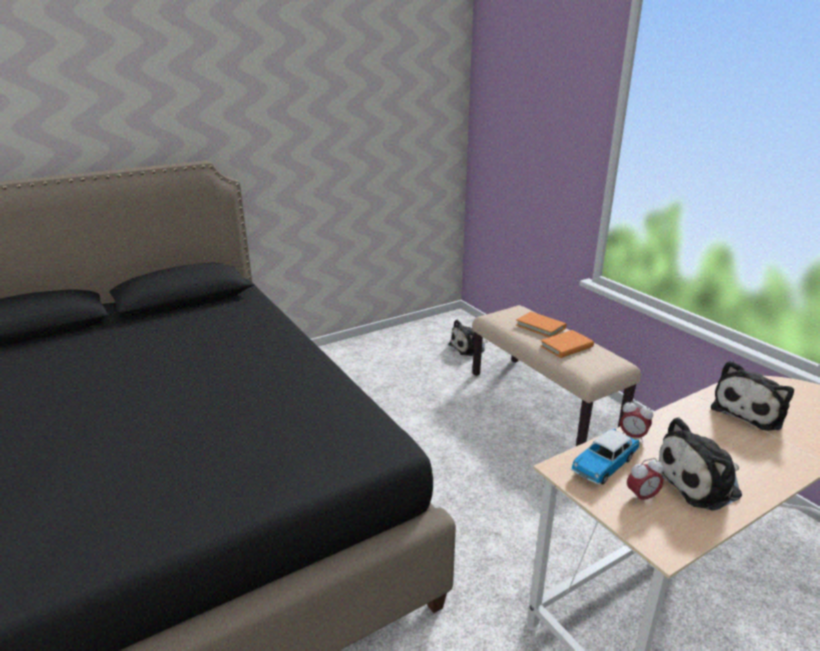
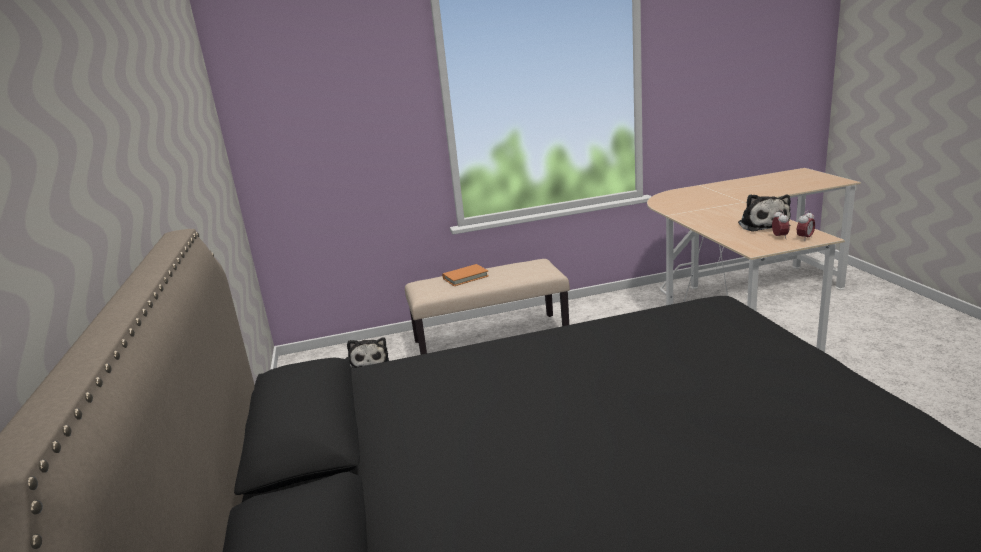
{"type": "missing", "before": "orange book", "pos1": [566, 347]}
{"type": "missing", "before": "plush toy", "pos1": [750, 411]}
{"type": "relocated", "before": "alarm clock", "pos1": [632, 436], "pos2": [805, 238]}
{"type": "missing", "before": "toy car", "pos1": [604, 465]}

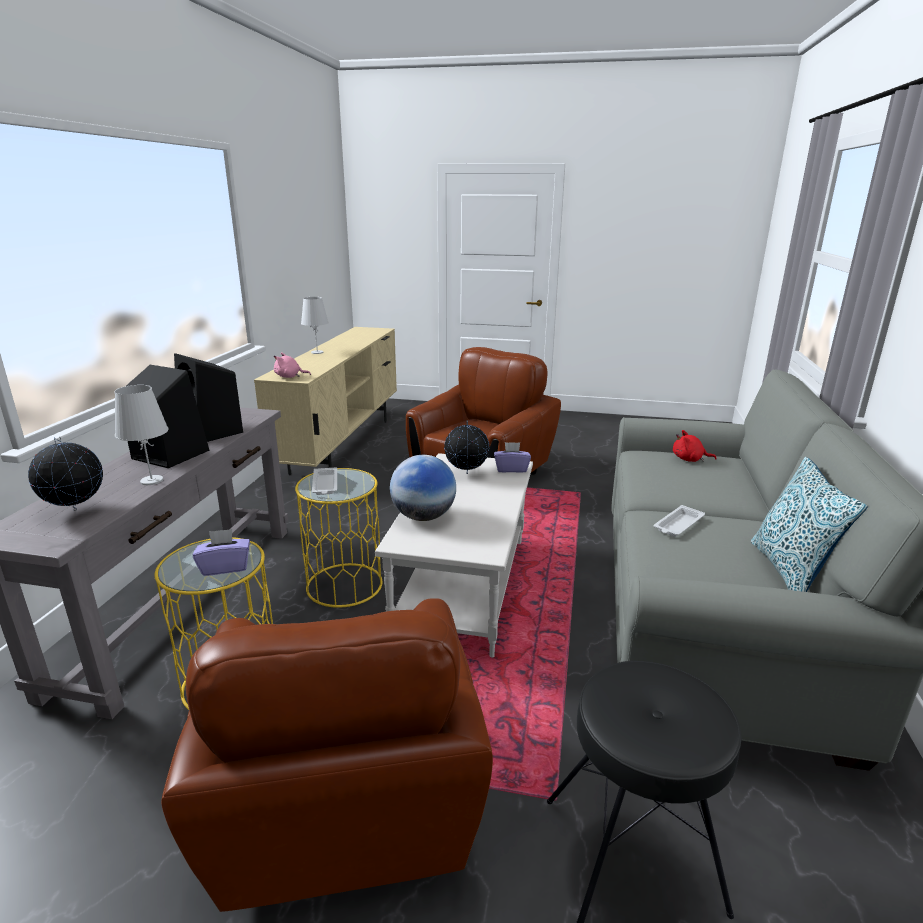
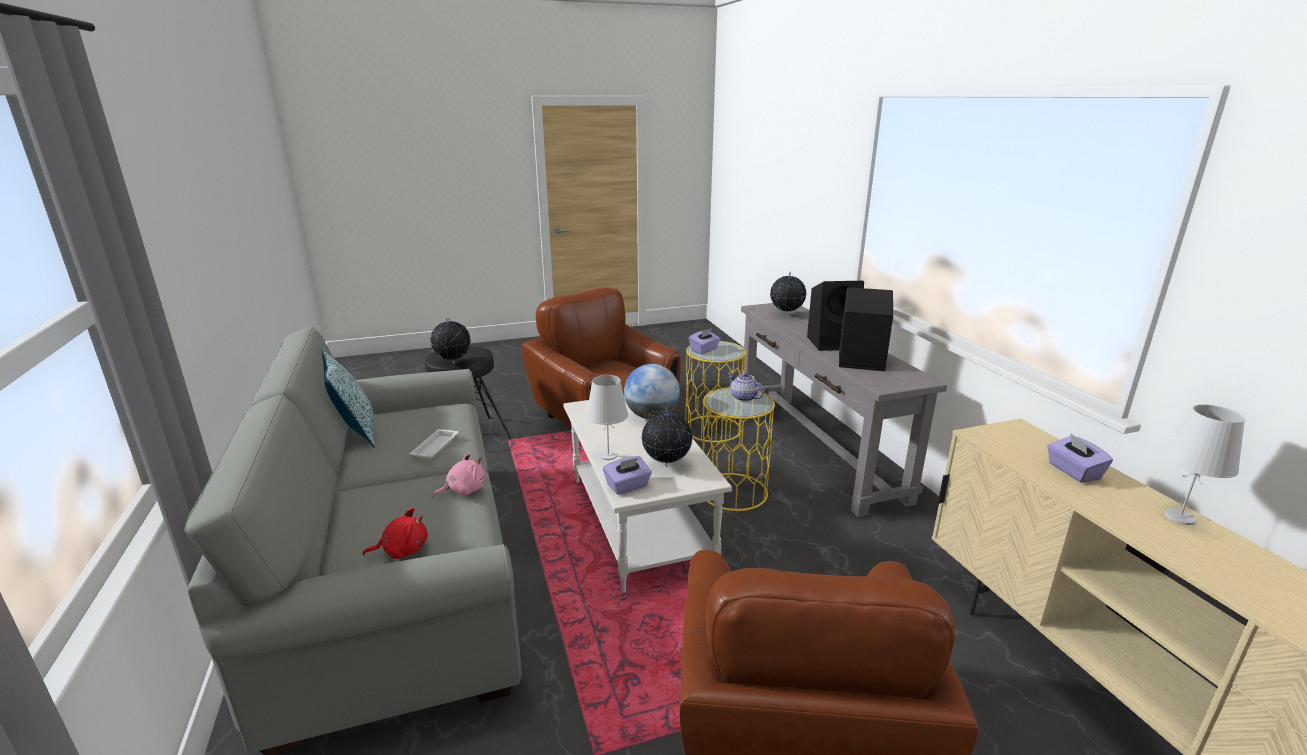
{"type": "relocated", "before": "pink plush toy", "pos1": [289, 377], "pos2": [464, 490]}
{"type": "relocated", "before": "white table lamp", "pos1": [152, 480], "pos2": [608, 455]}
{"type": "exchanged", "before": "white tray", "after": "teapot", "pos1": [325, 485], "pos2": [744, 398]}
{"type": "appeared", "after": "globe", "pos2": [453, 363]}
{"type": "appeared", "after": "purple tissue box", "pos2": [1073, 471]}

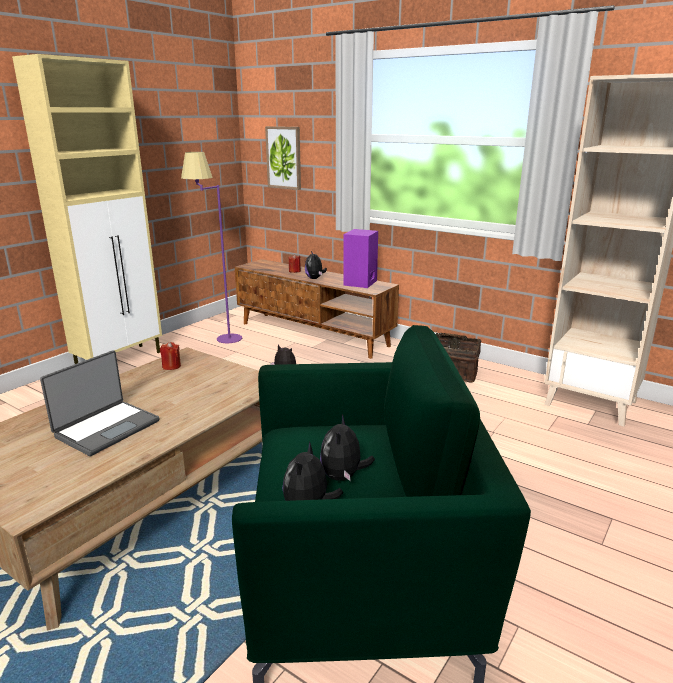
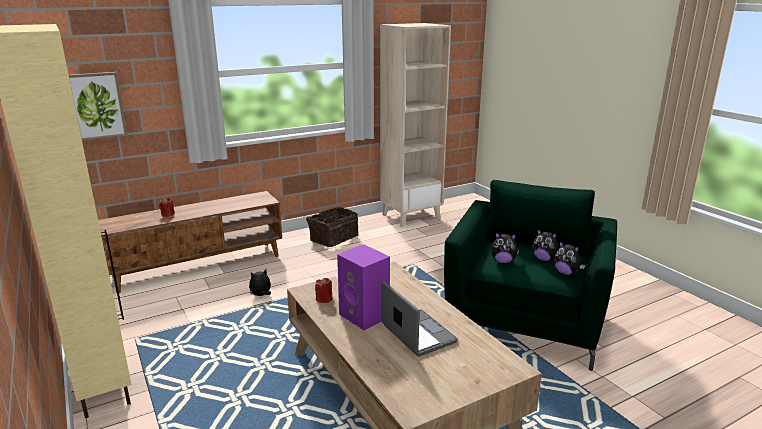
{"type": "missing", "before": "purple floor lamp", "pos1": [218, 337]}
{"type": "relocated", "before": "purple speaker", "pos1": [360, 283], "pos2": [365, 316]}
{"type": "relocated", "before": "plush toy", "pos1": [315, 278], "pos2": [503, 261]}

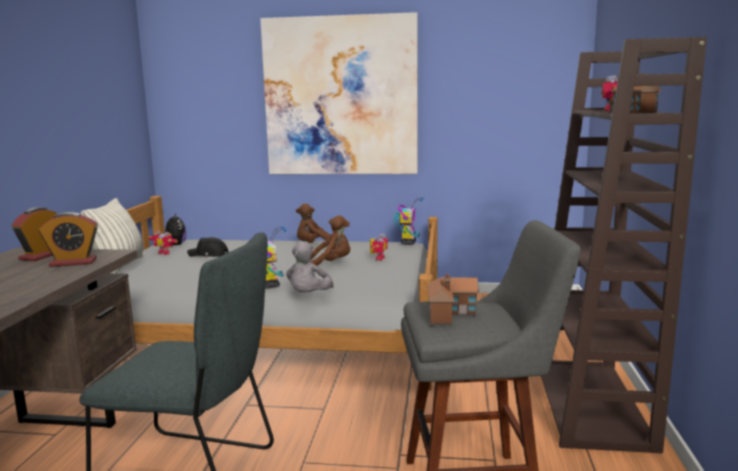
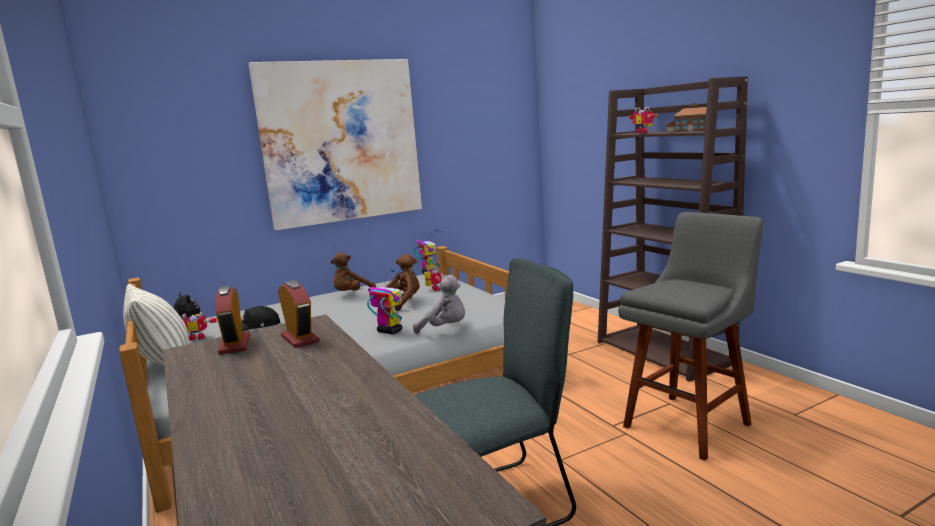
{"type": "spun", "before": "alarm clock", "pos1": [73, 262], "pos2": [300, 338], "turn": -75}
{"type": "spun", "before": "grey plush toy", "pos1": [309, 296], "pos2": [445, 328], "turn": -45}
{"type": "missing", "before": "toy house", "pos1": [451, 313]}

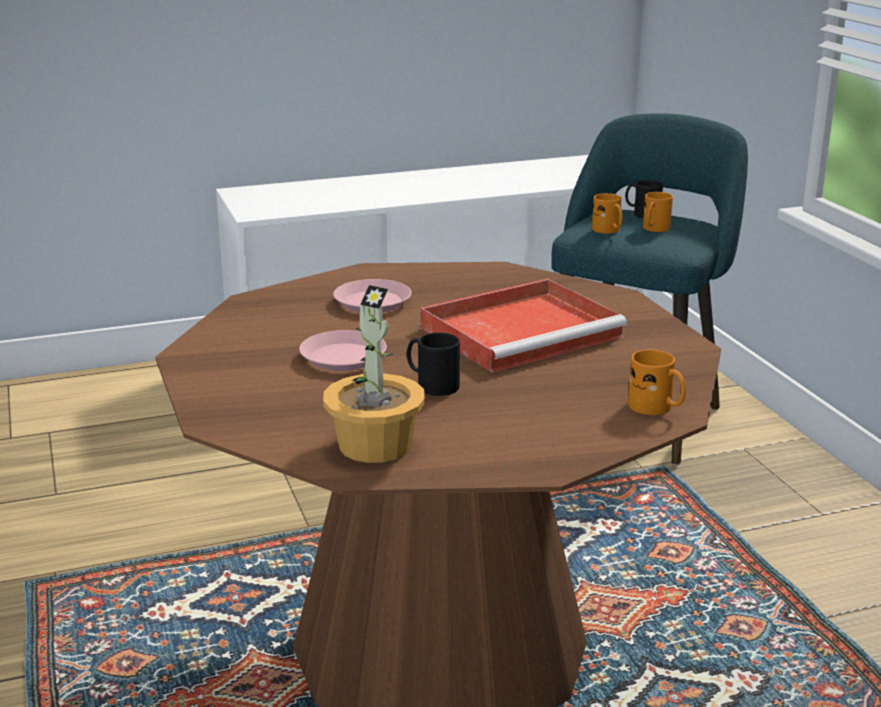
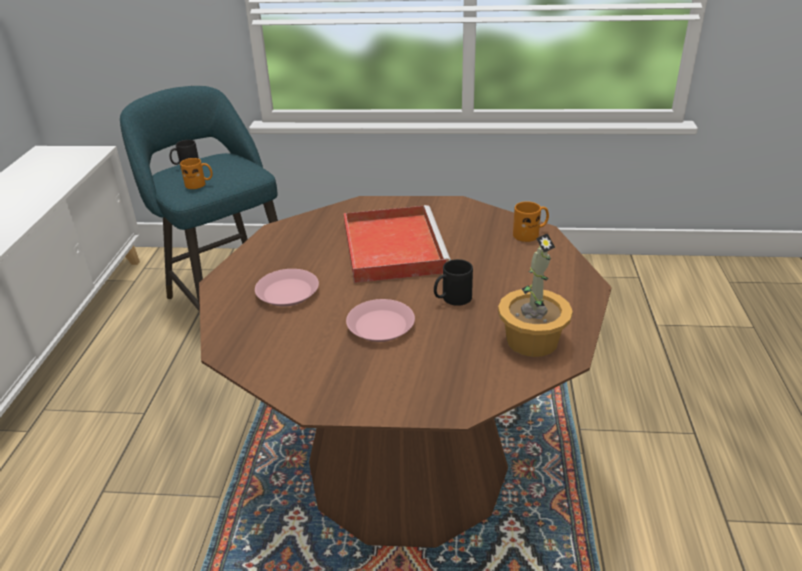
{"type": "missing", "before": "orange mug", "pos1": [654, 229]}

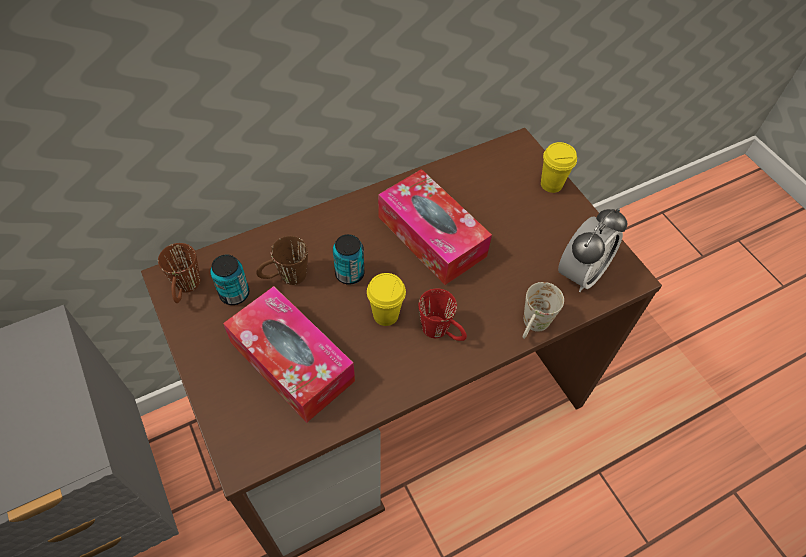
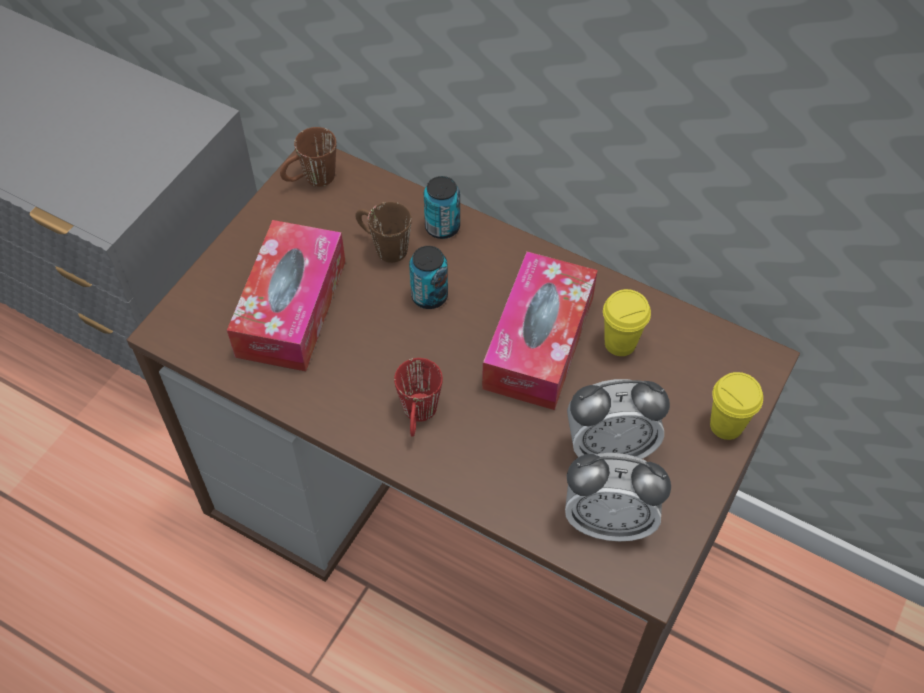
{"type": "relocated", "before": "can", "pos1": [234, 294], "pos2": [442, 227]}
{"type": "relocated", "before": "yellow cup", "pos1": [386, 315], "pos2": [620, 343]}
{"type": "missing", "before": "white mug", "pos1": [532, 327]}
{"type": "appeared", "after": "alarm clock", "pos2": [609, 448]}

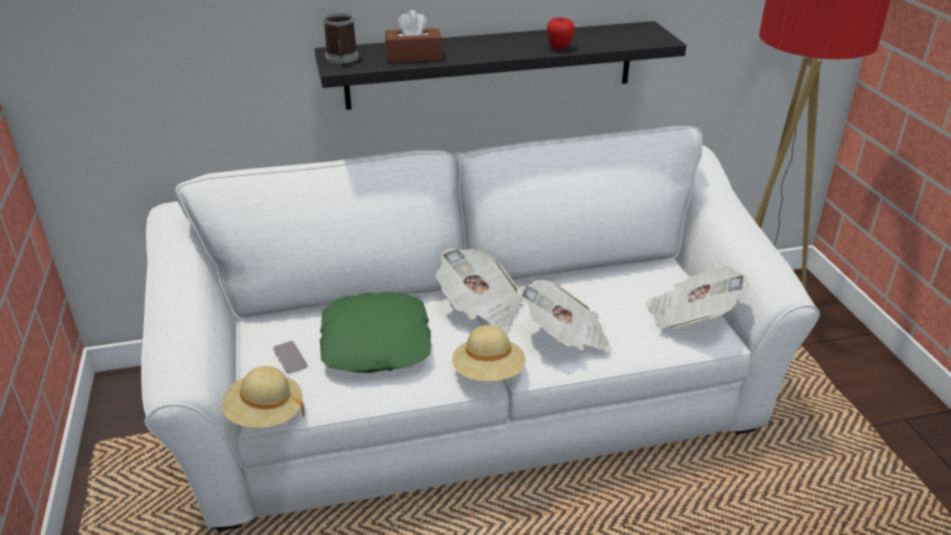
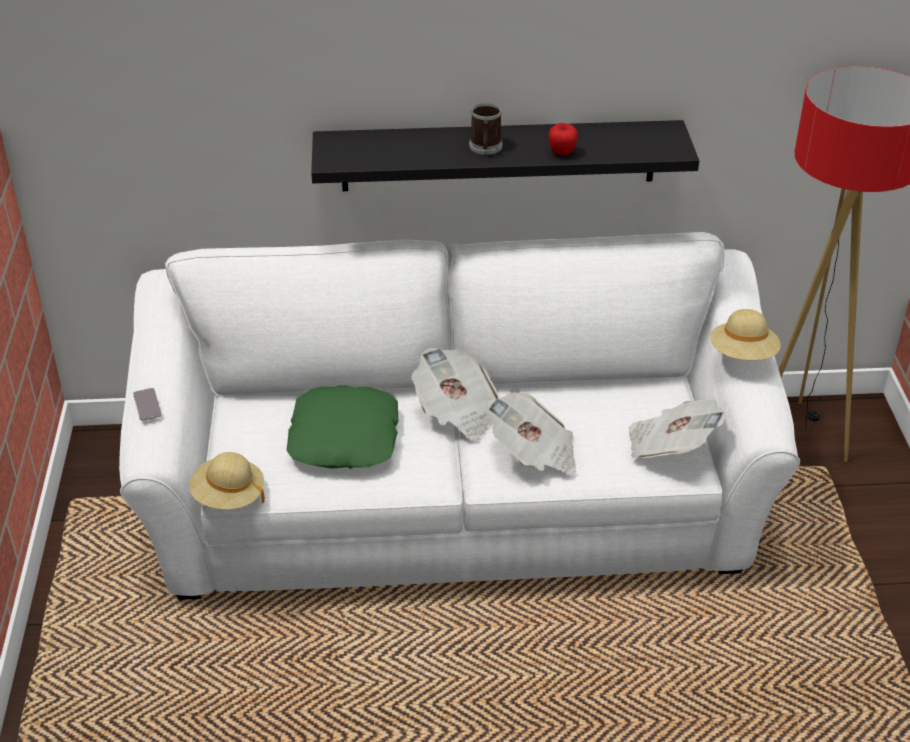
{"type": "missing", "before": "brown tissue box", "pos1": [414, 56]}
{"type": "relocated", "before": "mug", "pos1": [342, 59], "pos2": [485, 148]}
{"type": "relocated", "before": "beige hat", "pos1": [488, 373], "pos2": [743, 355]}
{"type": "relocated", "before": "phone", "pos1": [290, 357], "pos2": [147, 405]}

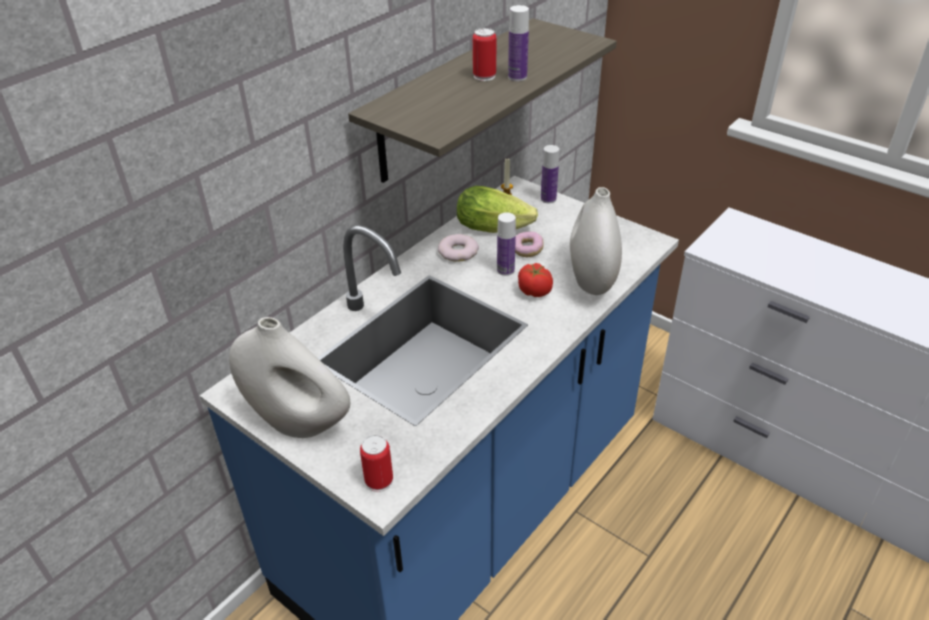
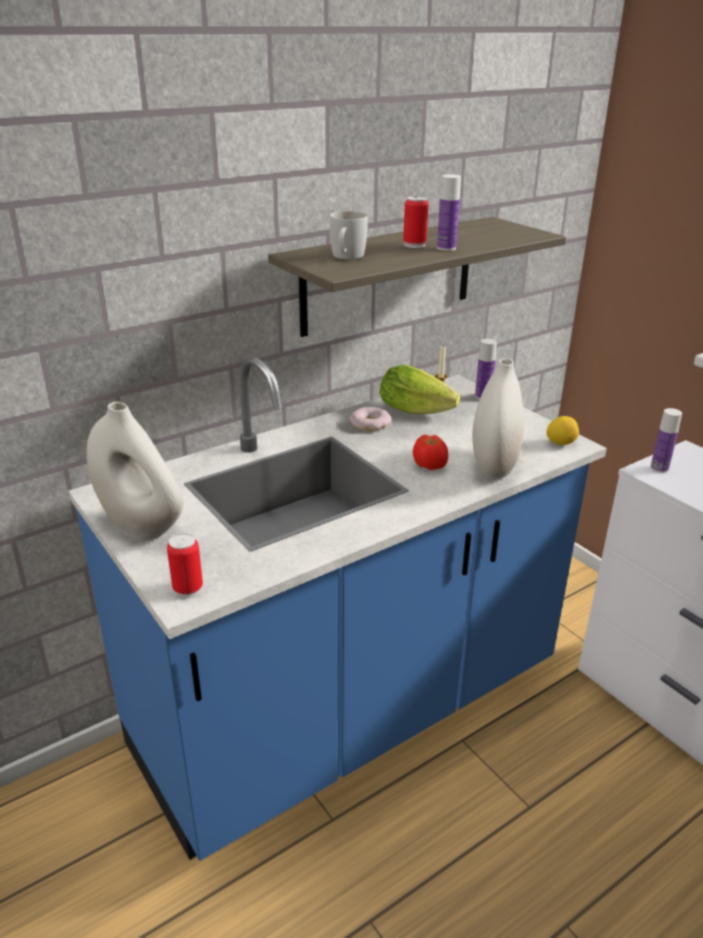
{"type": "relocated", "before": "bottle", "pos1": [505, 270], "pos2": [659, 468]}
{"type": "missing", "before": "donut", "pos1": [527, 250]}
{"type": "appeared", "after": "white mug", "pos2": [346, 257]}
{"type": "appeared", "after": "lemon", "pos2": [560, 443]}

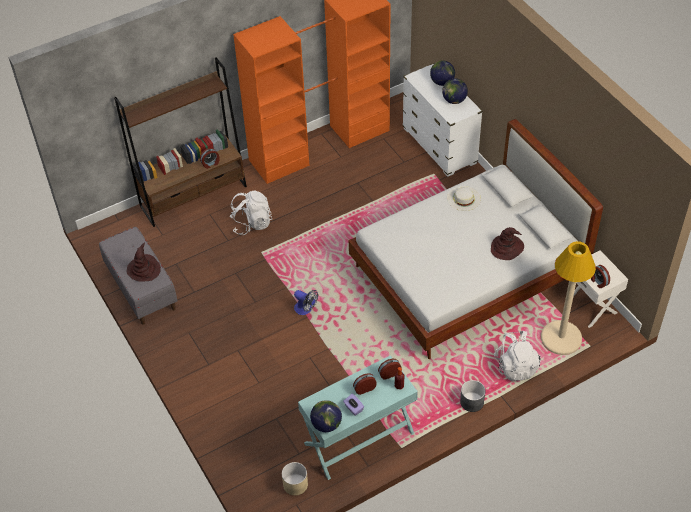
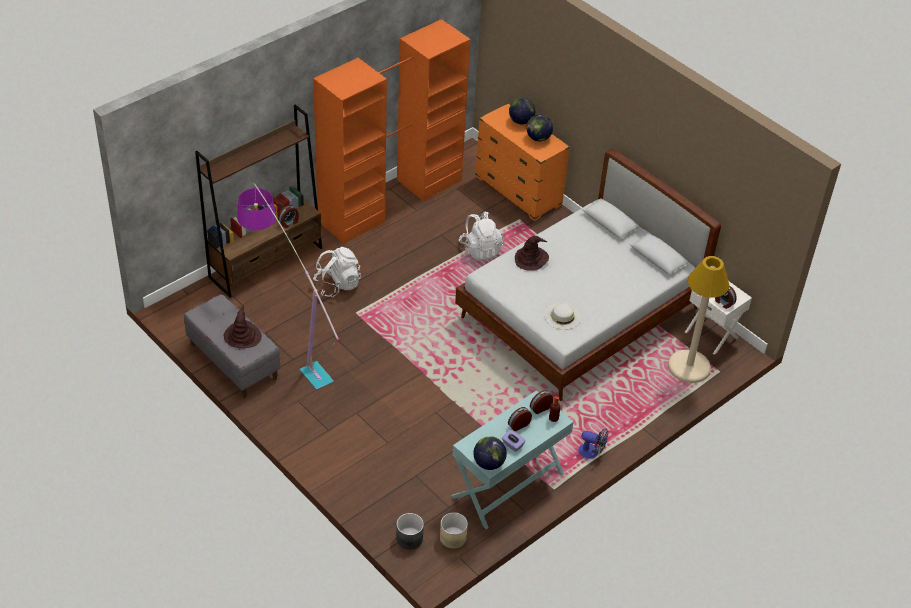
{"type": "colour", "before": "white dresser", "after": "orange dresser", "pos1": [439, 146], "pos2": [518, 192]}
{"type": "relocated", "before": "white hat", "pos1": [463, 198], "pos2": [562, 316]}
{"type": "relocated", "before": "brown hat", "pos1": [507, 247], "pos2": [531, 259]}
{"type": "relocated", "before": "fan", "pos1": [306, 309], "pos2": [592, 452]}
{"type": "relocated", "before": "white backpack", "pos1": [515, 366], "pos2": [480, 249]}
{"type": "relocated", "before": "grey planter", "pos1": [472, 402], "pos2": [409, 538]}
{"type": "appeared", "after": "floor lamp", "pos2": [286, 339]}

